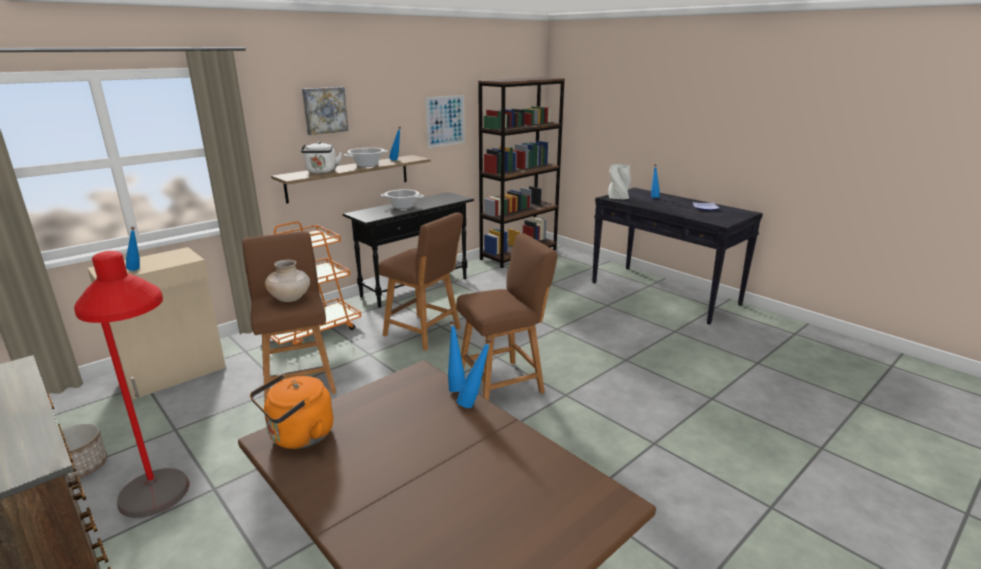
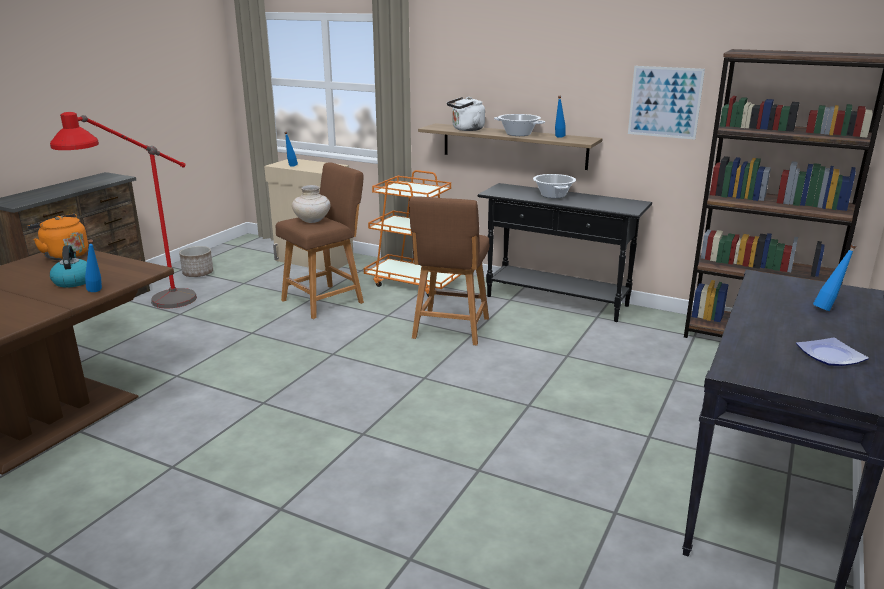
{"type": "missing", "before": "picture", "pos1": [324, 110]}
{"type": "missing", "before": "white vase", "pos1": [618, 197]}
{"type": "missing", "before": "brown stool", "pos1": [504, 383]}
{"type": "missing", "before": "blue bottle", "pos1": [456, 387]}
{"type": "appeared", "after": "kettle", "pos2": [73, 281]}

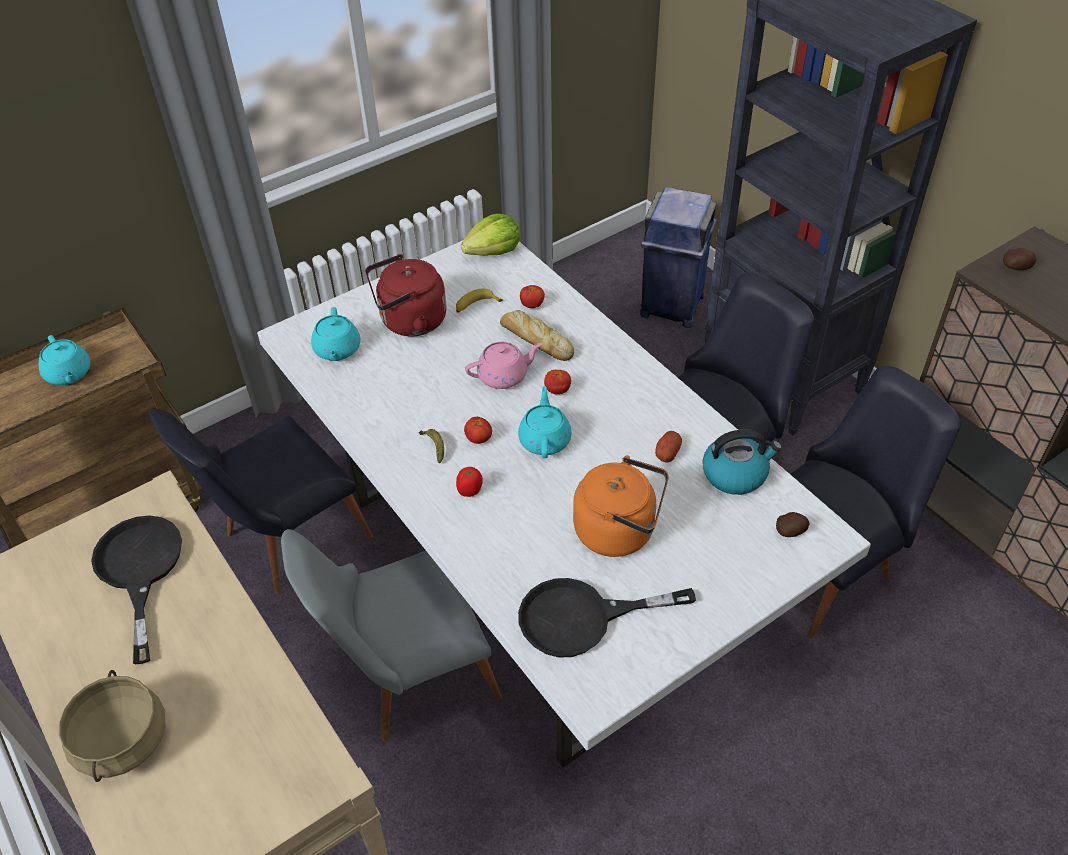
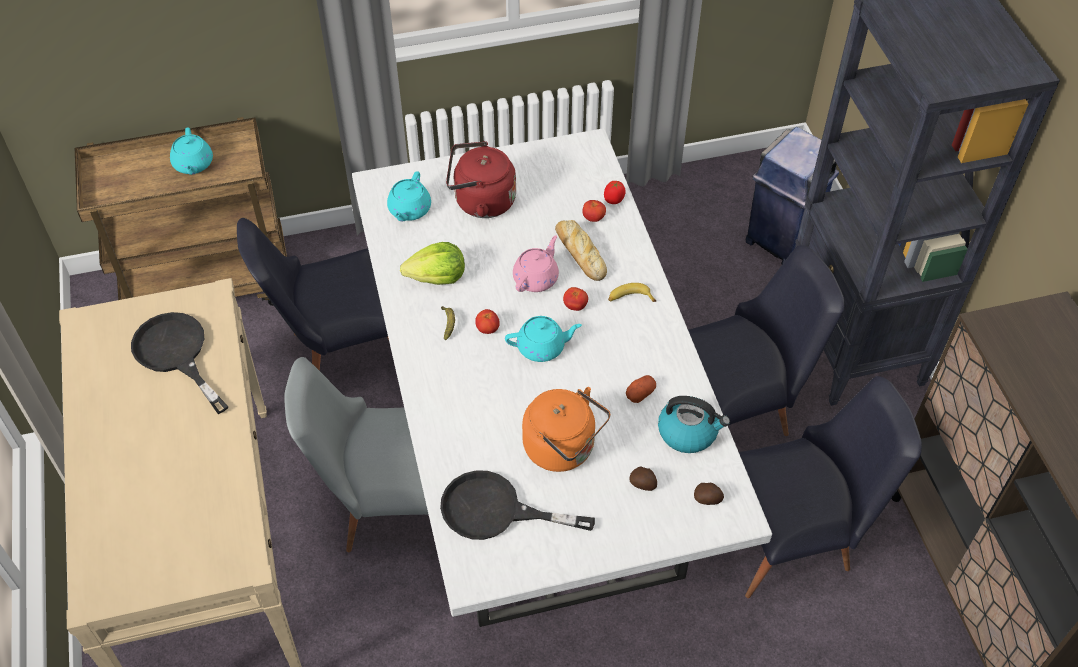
{"type": "relocated", "before": "lettuce", "pos1": [494, 251], "pos2": [437, 277]}
{"type": "relocated", "before": "potato", "pos1": [1016, 267], "pos2": [643, 484]}
{"type": "relocated", "before": "banana", "pos1": [476, 305], "pos2": [630, 298]}
{"type": "spun", "before": "pink teapot", "pos1": [504, 376], "pos2": [536, 278], "turn": -60}
{"type": "spun", "before": "turquoise teapot", "pos1": [545, 439], "pos2": [542, 347], "turn": 60}
{"type": "relocated", "before": "tomato", "pos1": [470, 491], "pos2": [614, 200]}
{"type": "spun", "before": "black frying pan", "pos1": [140, 570], "pos2": [176, 355], "turn": -45}
{"type": "missing", "before": "beige cooking pot", "pos1": [121, 740]}

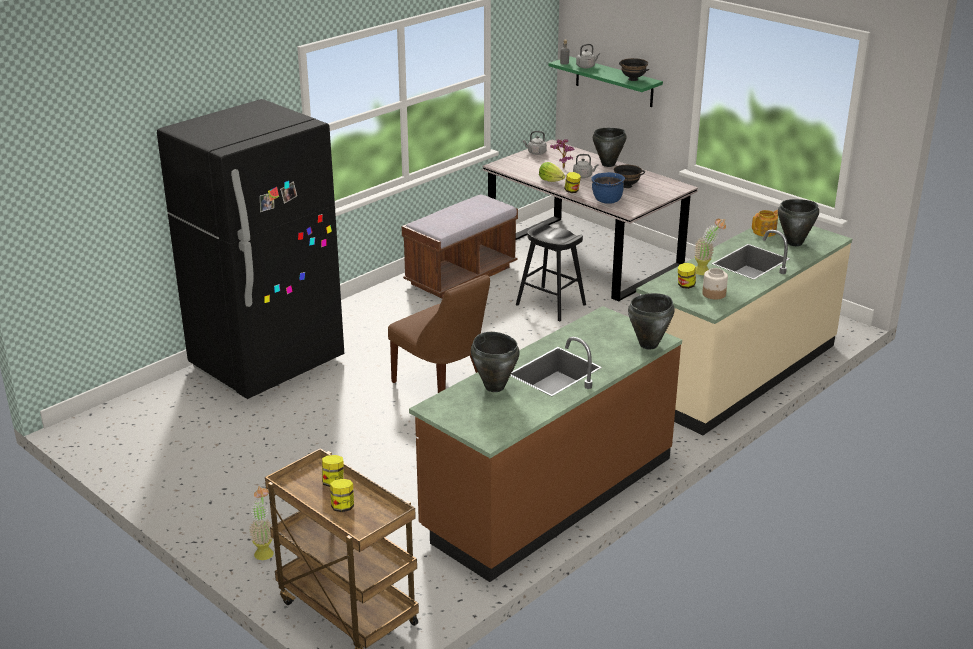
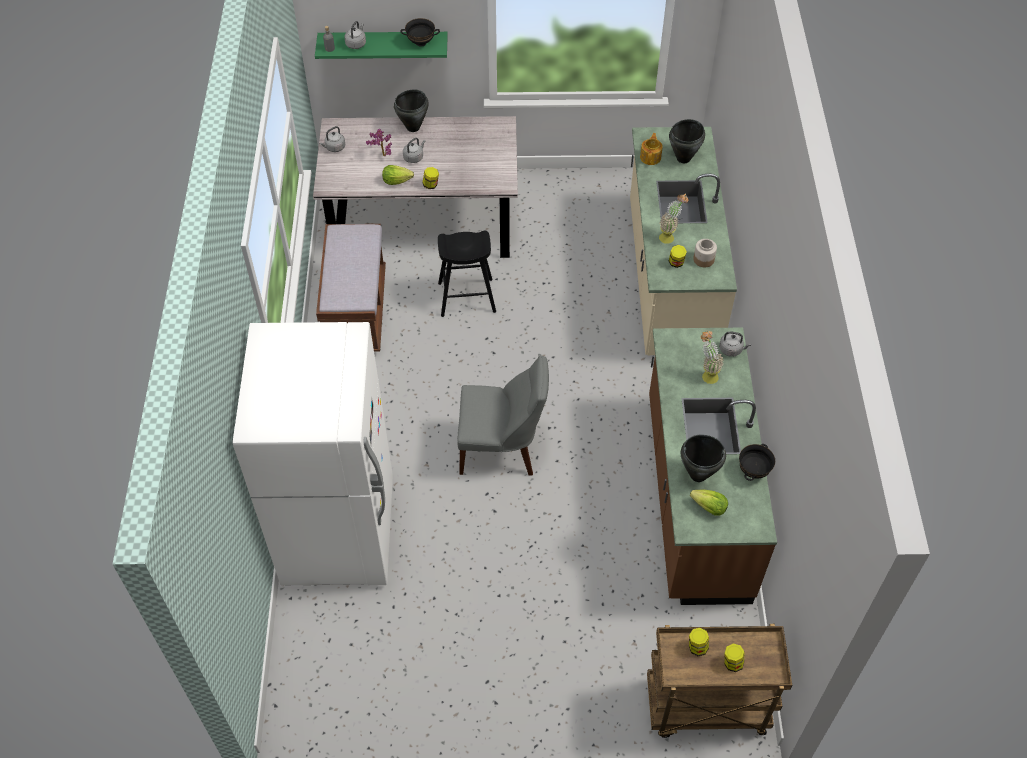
{"type": "colour", "before": "black fridge", "after": "white fridge", "pos1": [267, 363], "pos2": [339, 532]}
{"type": "relocated", "before": "black bowl", "pos1": [626, 186], "pos2": [753, 471]}
{"type": "missing", "before": "blue cooking pot", "pos1": [607, 200]}
{"type": "colour", "before": "brown chair", "after": "grey chair", "pos1": [442, 387], "pos2": [502, 450]}
{"type": "exchanged", "before": "black cooking pot", "after": "grey kettle", "pos1": [649, 345], "pos2": [731, 350]}
{"type": "relocated", "before": "potted plant", "pos1": [264, 550], "pos2": [706, 374]}
{"type": "appeared", "after": "lettuce", "pos2": [709, 507]}

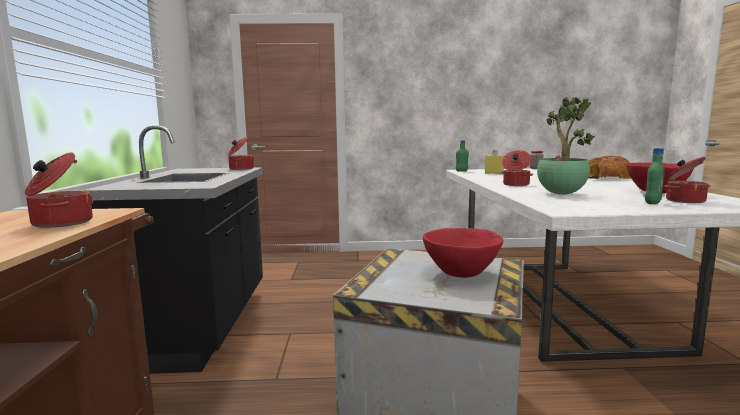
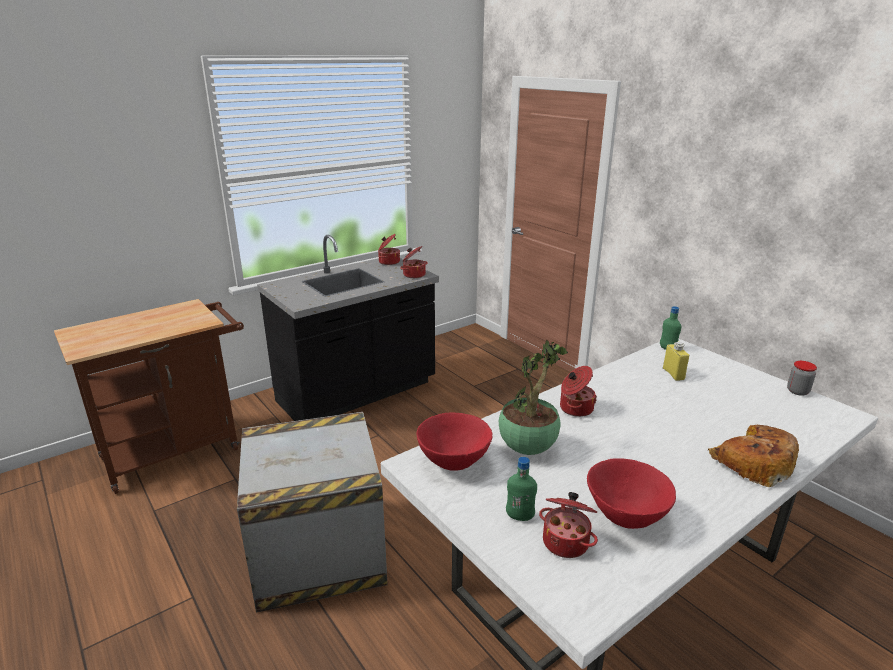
{"type": "relocated", "before": "cooking pot", "pos1": [60, 223], "pos2": [388, 262]}
{"type": "relocated", "before": "red bowl", "pos1": [461, 274], "pos2": [453, 463]}

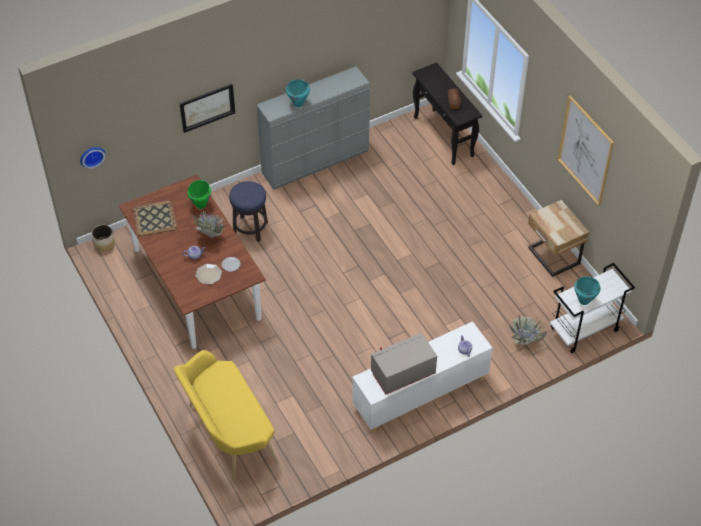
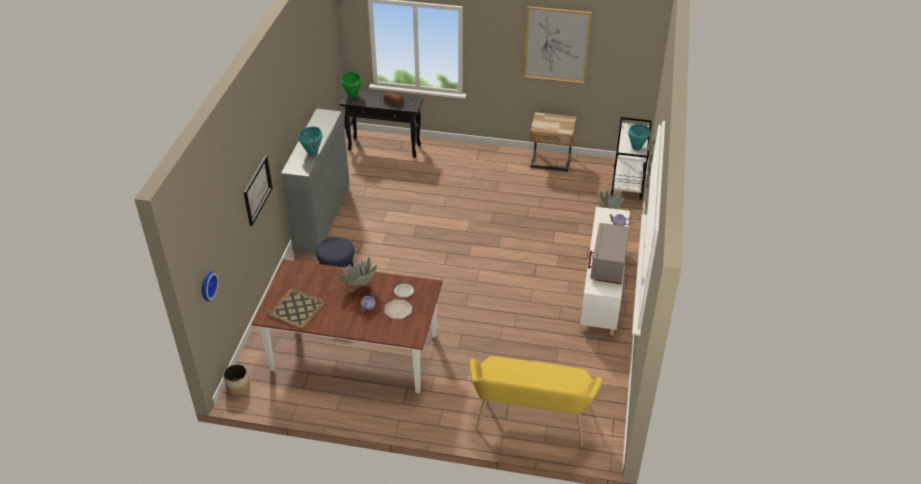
{"type": "relocated", "before": "green cooking pot", "pos1": [201, 205], "pos2": [352, 95]}

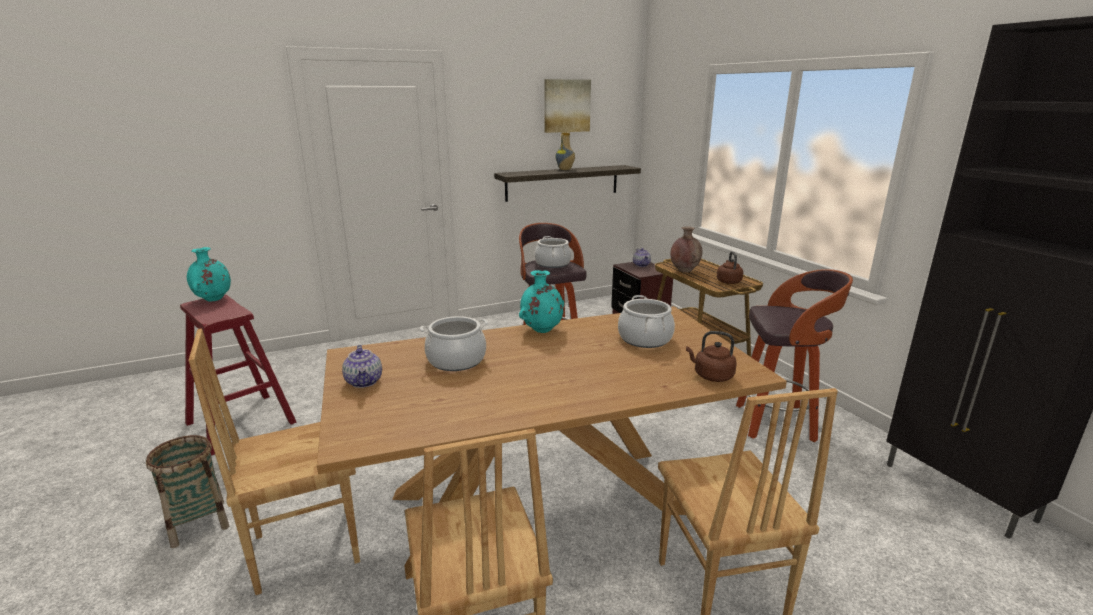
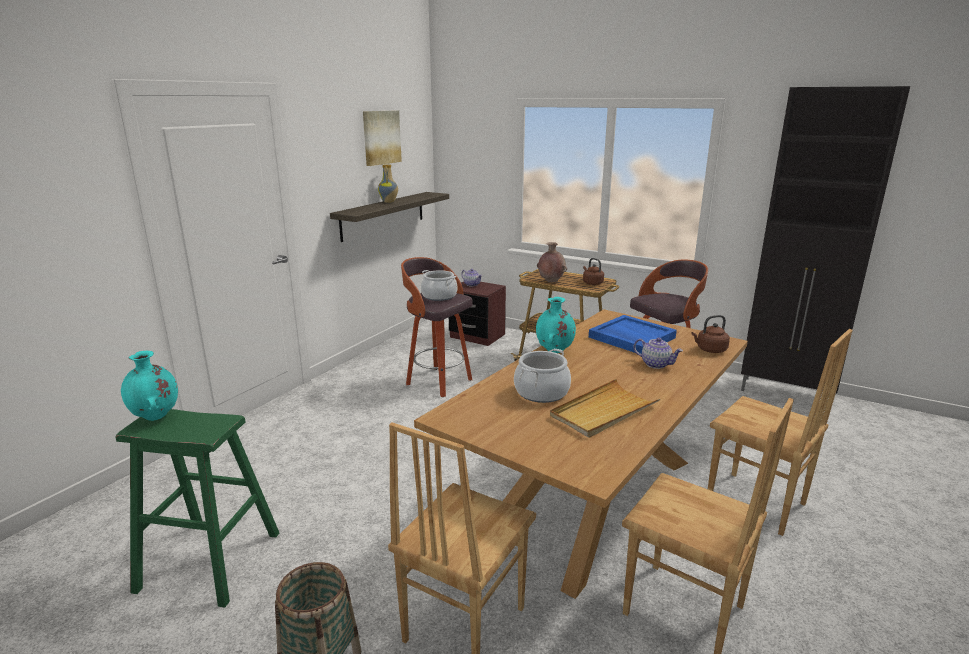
{"type": "colour", "before": "red stool", "after": "green stool", "pos1": [241, 423], "pos2": [210, 561]}
{"type": "exchanged", "before": "cooking pot", "after": "blue tray", "pos1": [644, 339], "pos2": [631, 337]}
{"type": "relocated", "before": "teapot", "pos1": [364, 382], "pos2": [656, 364]}
{"type": "appeared", "after": "beige tray", "pos2": [603, 411]}

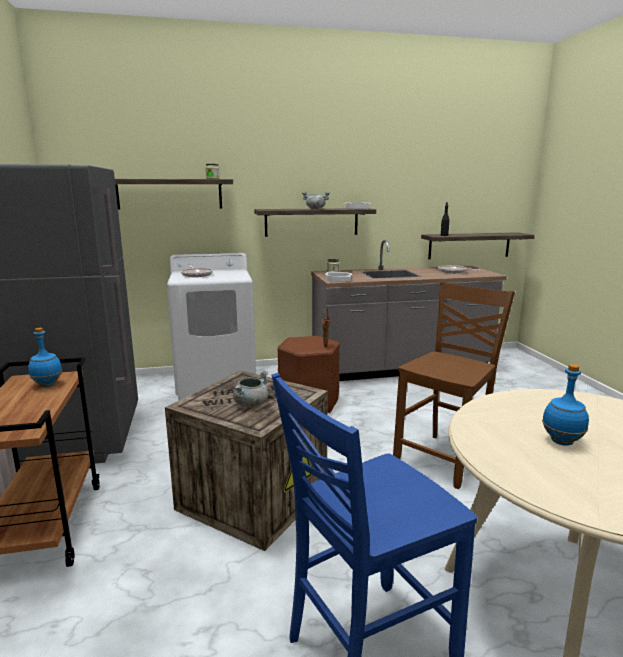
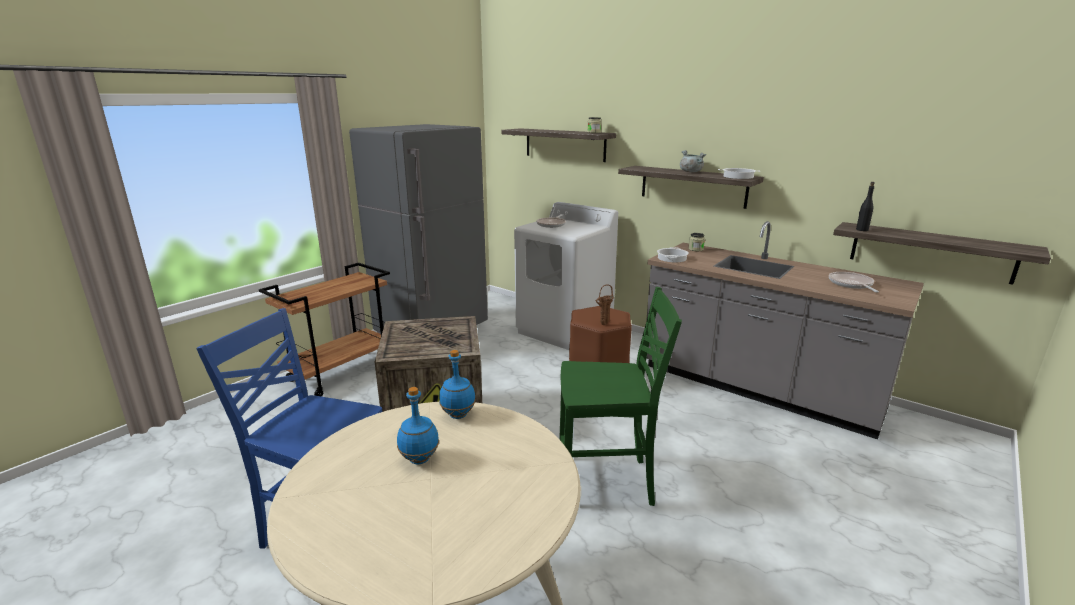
{"type": "colour", "before": "brown chair", "after": "green chair", "pos1": [444, 459], "pos2": [606, 482]}
{"type": "relocated", "before": "blue bottle", "pos1": [47, 385], "pos2": [458, 414]}
{"type": "missing", "before": "grey cooking pot", "pos1": [251, 404]}

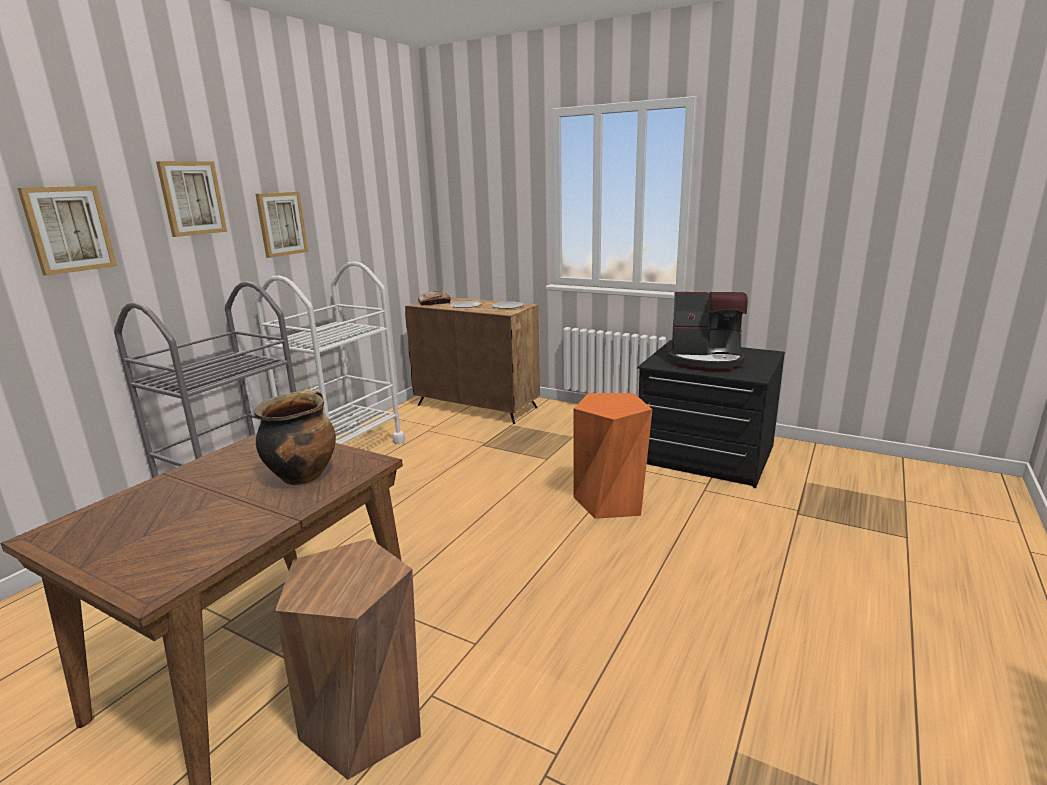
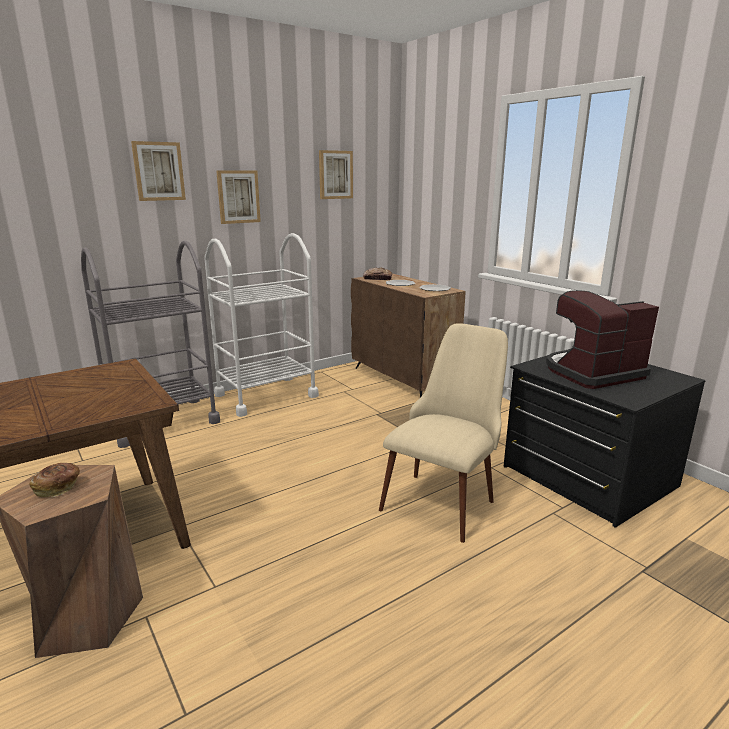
{"type": "relocated", "before": "picture", "pos1": [68, 229], "pos2": [335, 175]}
{"type": "spun", "before": "coffee machine", "pos1": [705, 360], "pos2": [592, 373], "turn": 120}
{"type": "missing", "before": "cooking pot", "pos1": [303, 475]}
{"type": "exchanged", "before": "orange stool", "after": "beige chair", "pos1": [610, 501], "pos2": [445, 496]}
{"type": "appeared", "after": "bread", "pos2": [58, 488]}

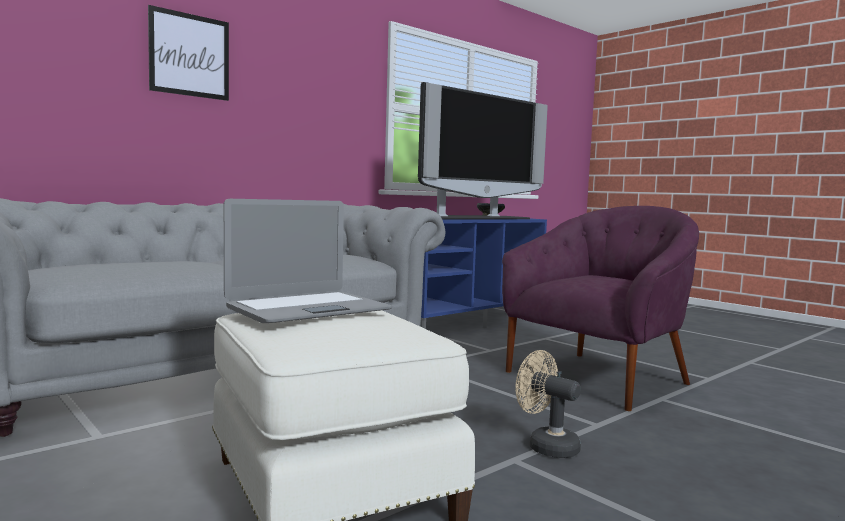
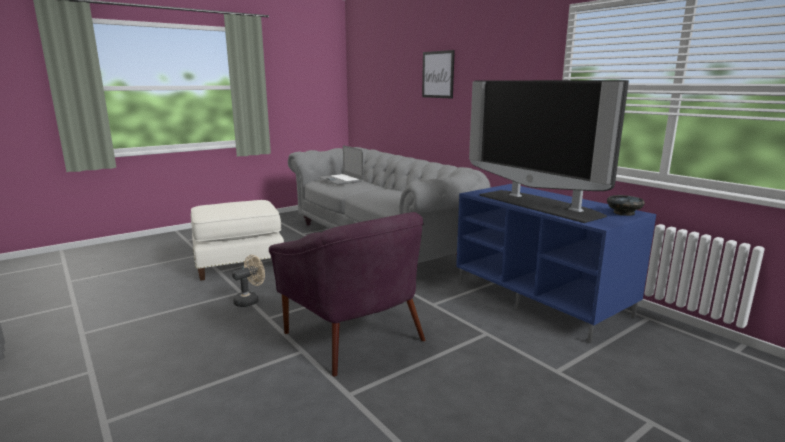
{"type": "relocated", "before": "laptop", "pos1": [307, 309], "pos2": [341, 180]}

